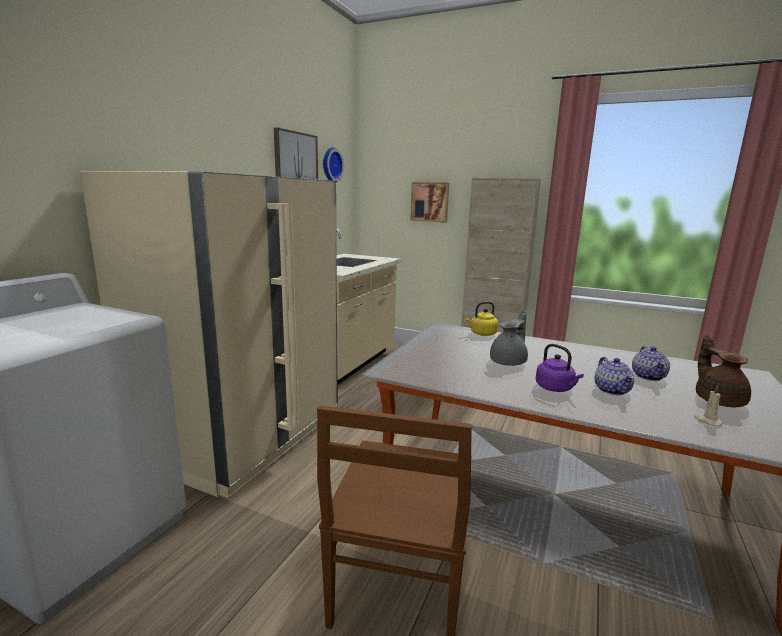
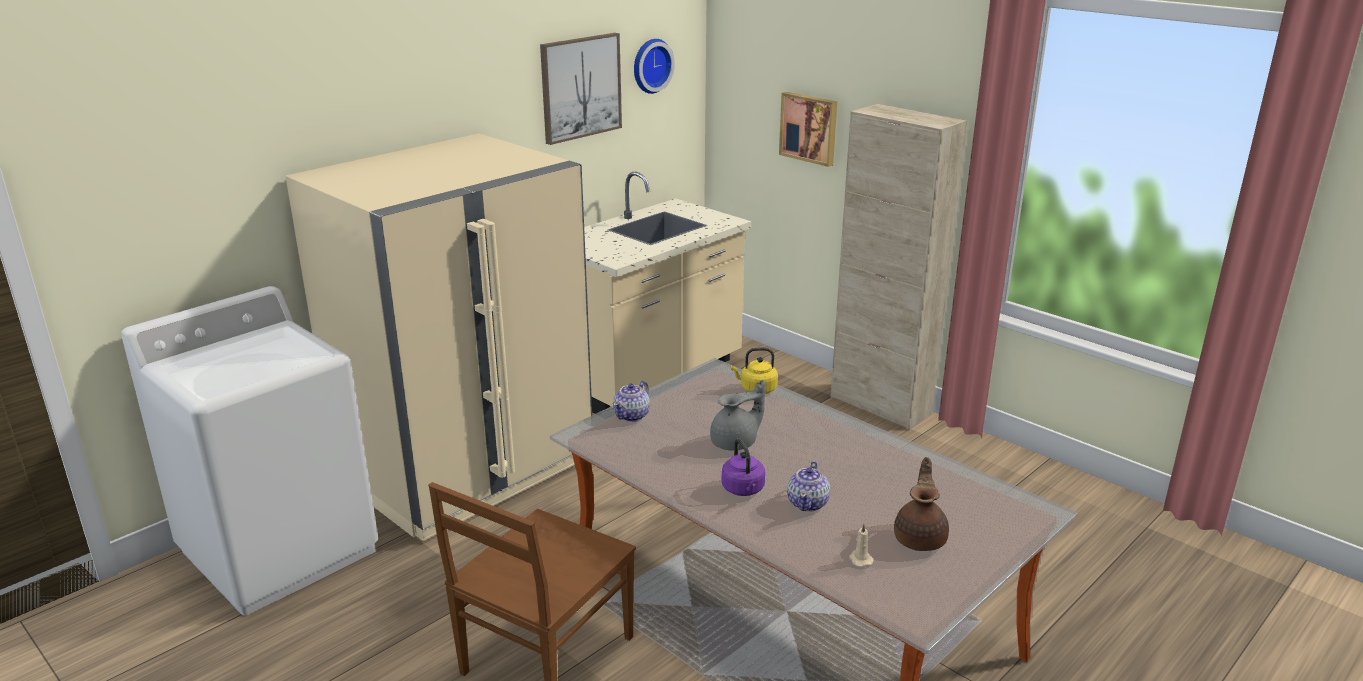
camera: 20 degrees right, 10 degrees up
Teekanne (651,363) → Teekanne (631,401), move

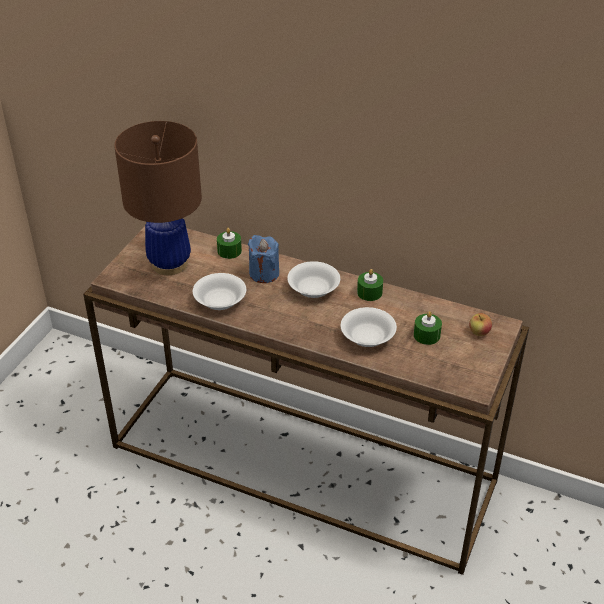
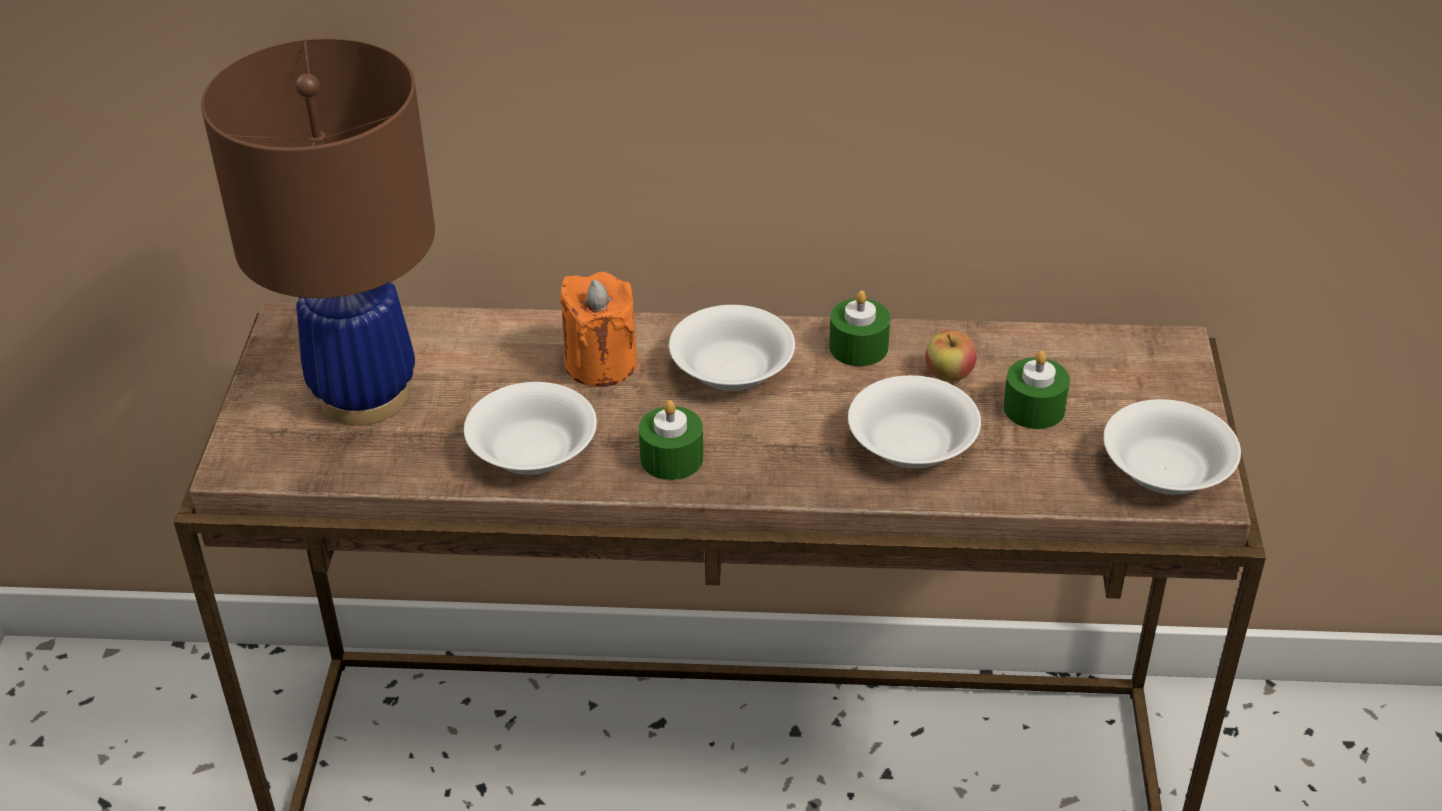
camera: 20 degrees left, 0 degrees up
Kerze [grün] (229,243) → Kerze [grün] (671,440), move
Kerze [blau] (263,259) → Kerze [orange] (598,329)
Apfel (480,324) → Apfel (951,356), move
- → Schüssel [weiß] (1172,447)

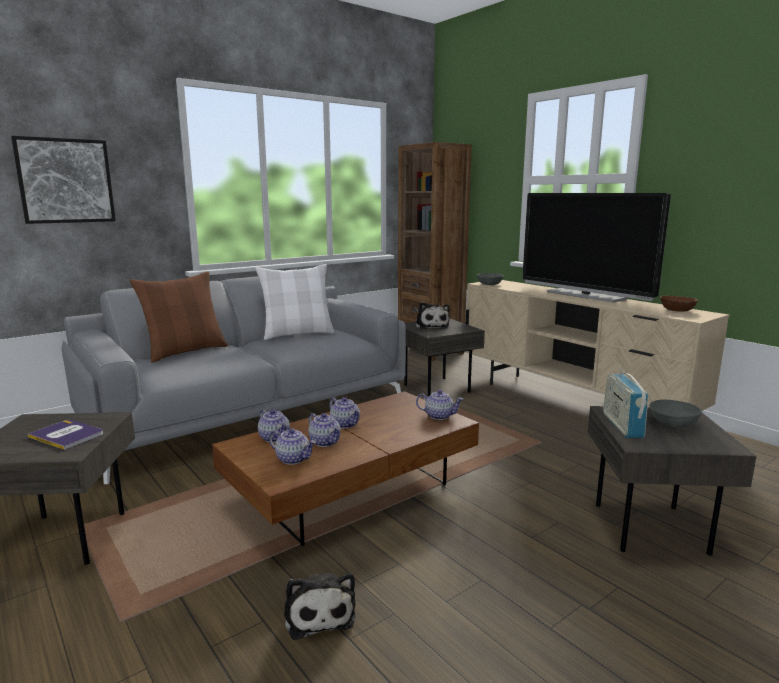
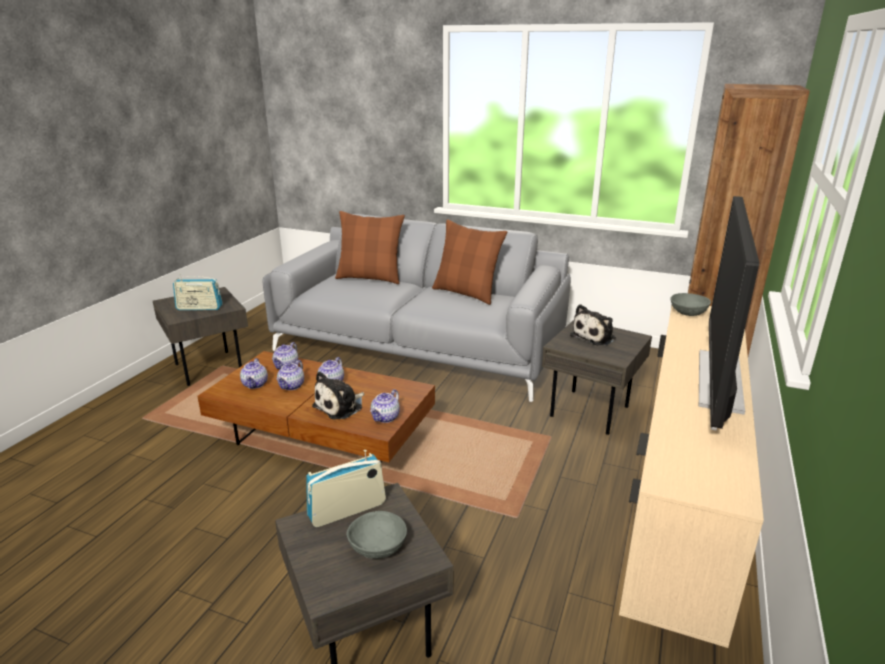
camera: 60 degrees right, 10 degrees up
Bild (63,180) → -
Buch (65,435) → Radio (198,292)
Kissen [weiß] (295,302) → Kissen [braun] (469,262)
Plüschtier (320,606) → Plüschtier (338,395), move
Teekanne (440,405) → Teekanne (385,406), 45 degrees clockwise
Schüssel [braun] (679,304) → -

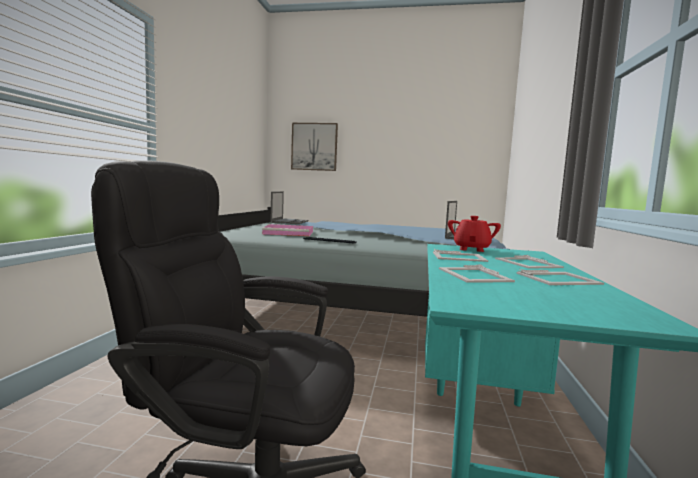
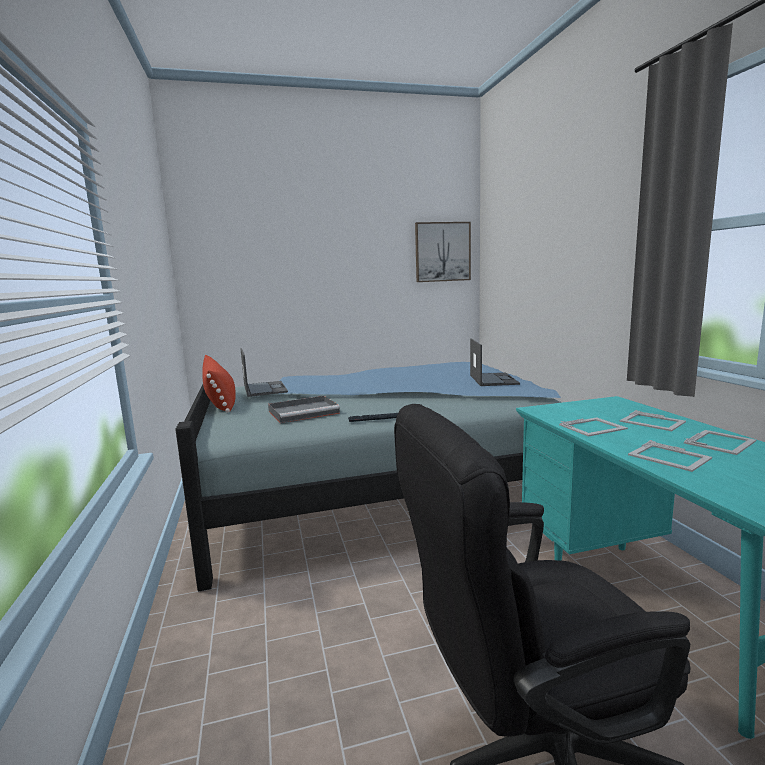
camera: 25 degrees left, 5 degrees up
Tablett [rosa] (287,230) → Tablett [grau] (304,409)
Bild (314,147) → Bild (443,252), move
Teekanne [rot] (474,234) → -
- → Kissen [rot] (219,384)

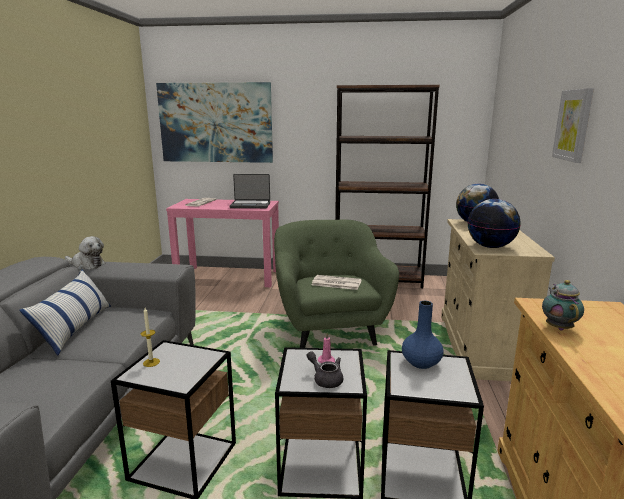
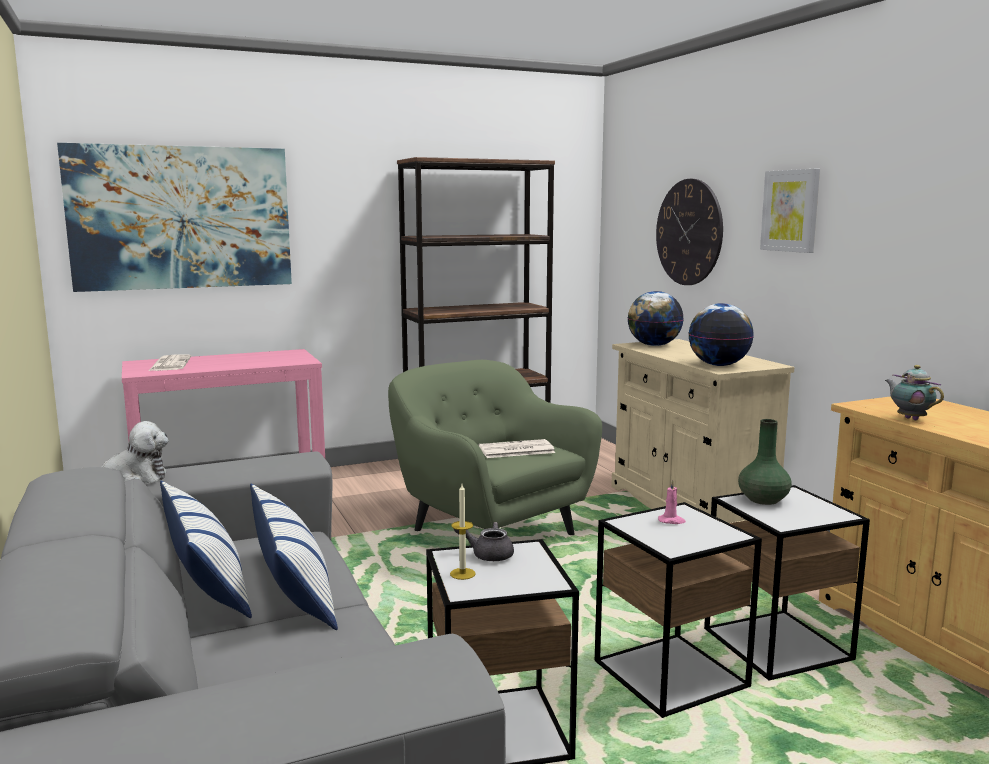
camera: 30 degrees left, 5 degrees down
Laptop (249,191) → -
Teekanne [grau] (325,369) → Teekanne [grau] (484,541), move
Vase [blau] (422,335) → Vase [grün] (765,462)
- → Kissen (294,557)
- → Wanduhr (689,232)

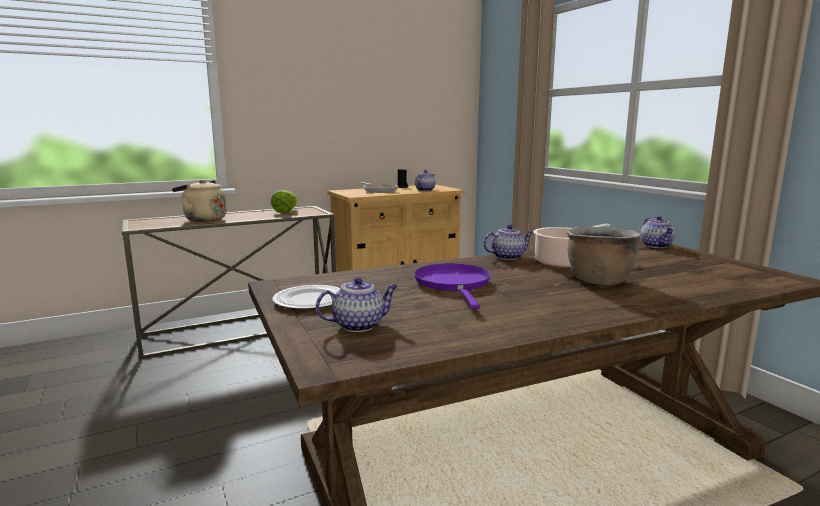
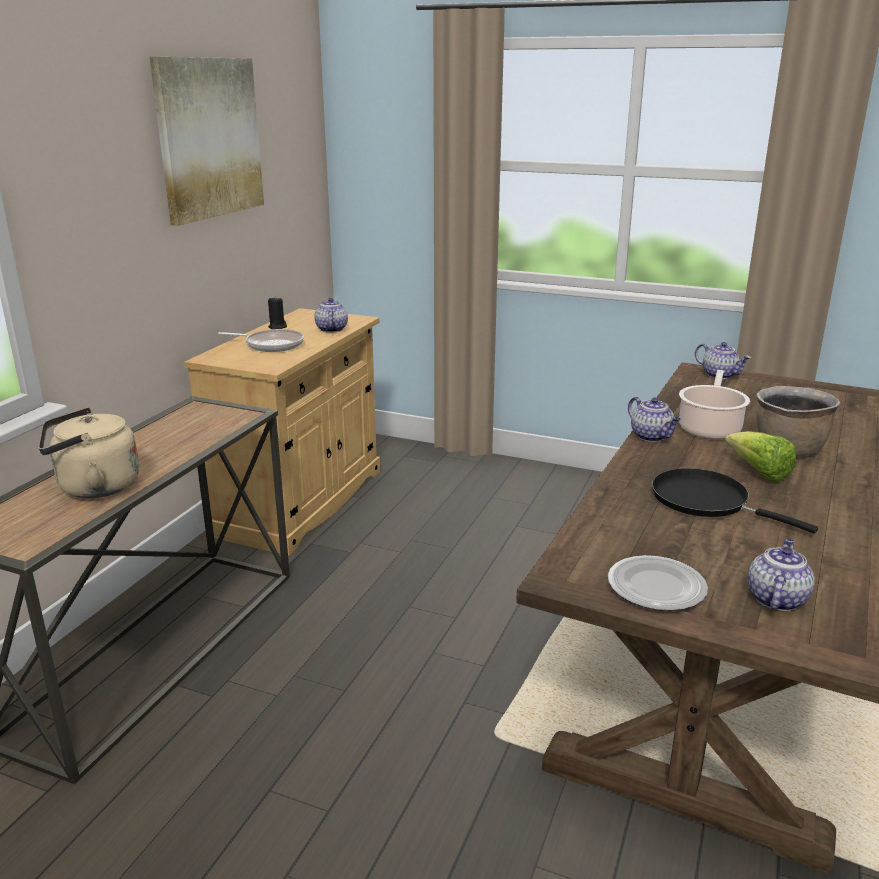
camera: 40 degrees left, 10 degrees up
Salatkopf (284,201) → Salatkopf (760,456), move
Pfanne [lila] (452,286) → Pfanne [schwarz] (735,500)
Teekanne (508,242) → Teekanne (654,419), 120 degrees clockwise
- → Bild (206,141)

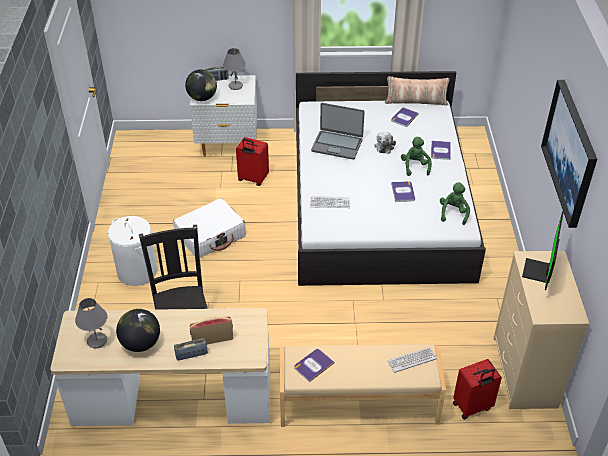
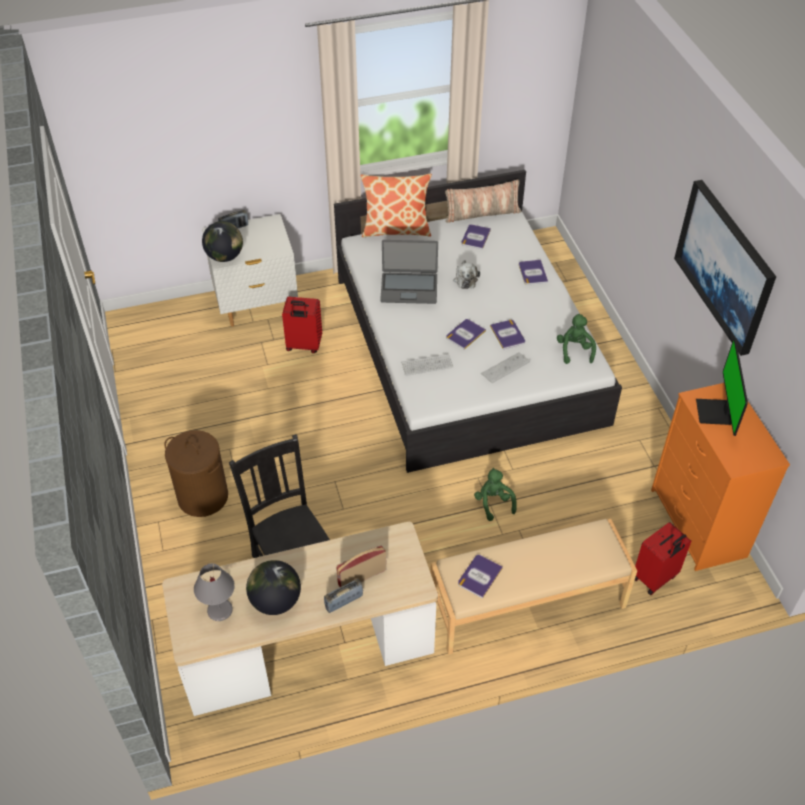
camera: 15 degrees left, 5 degrees up
Wäschekorb [weiß] (132,251) → Wäschekorb [braun] (196,473)
Koffer [weiß] (209,228) → -
Tischlampe [grau] (234,69) → -
Tastatur (412,360) → Tastatur (505,367), move
Plüschtier [grün] (416,156) → Plüschtier [grün] (495,494), move
Kommode [beige] (541,330) → Kommode [orange] (720,477)
- → Kissen (396,205)
- → Buch (466,334)

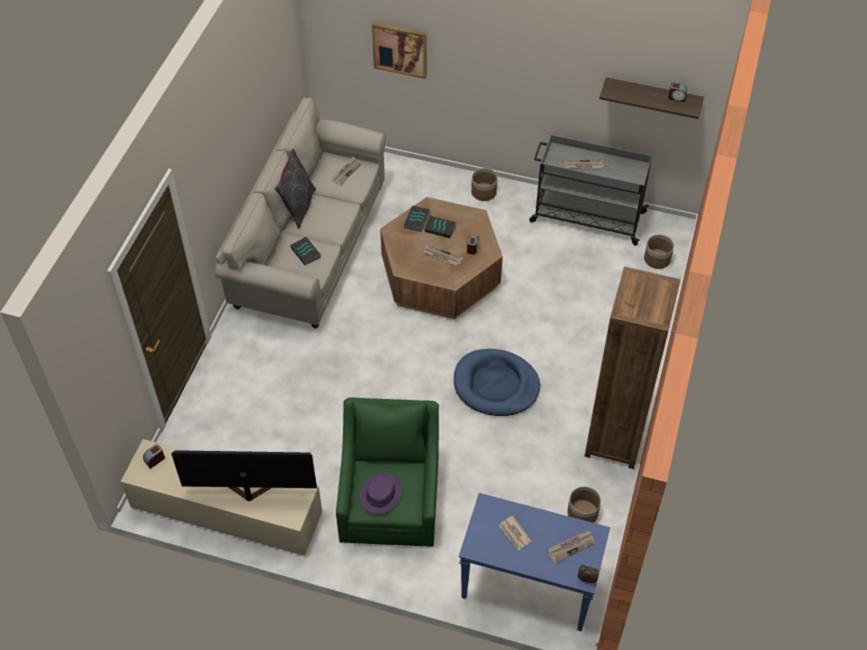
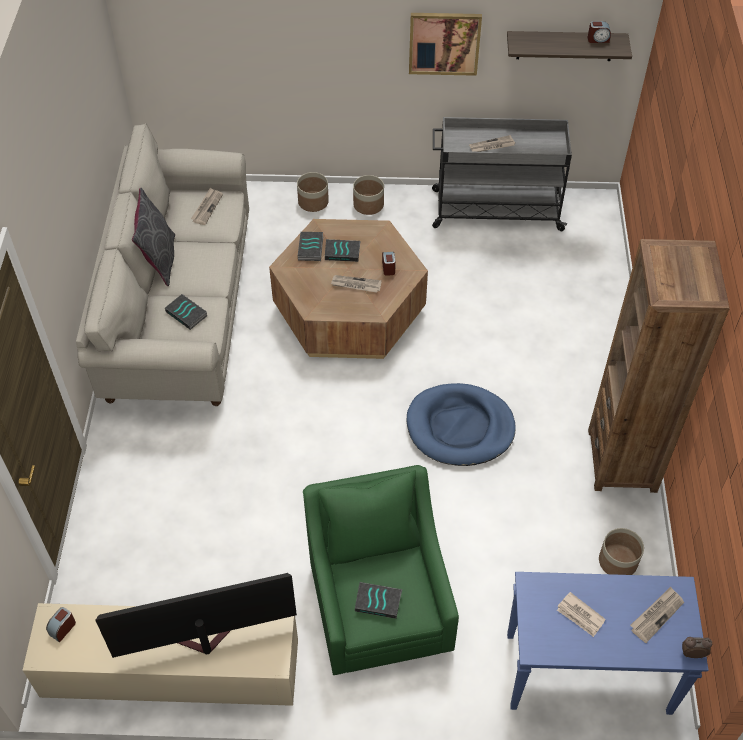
camera: 15 degrees left, 0 degrees up
Hut [lila] (380,493) → Buch (378,600)
Bild (399,51) → Bild (445,44), move
Pflanzkübel (659,251) → Pflanzkübel (313,192), move

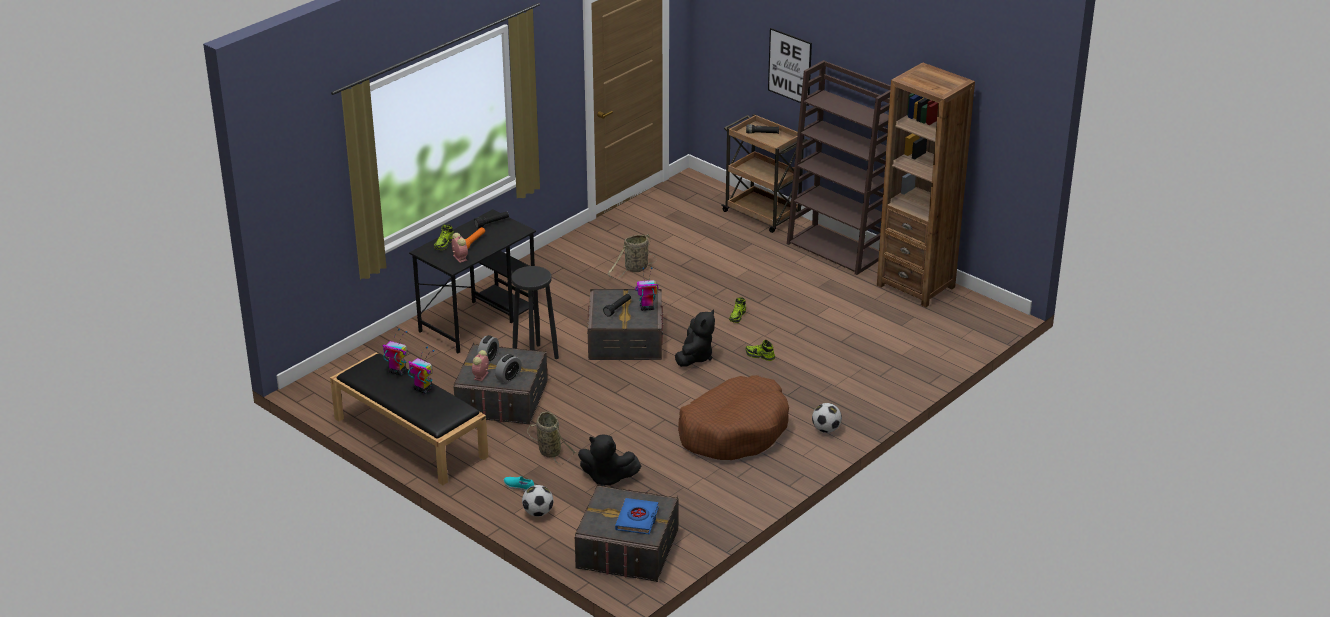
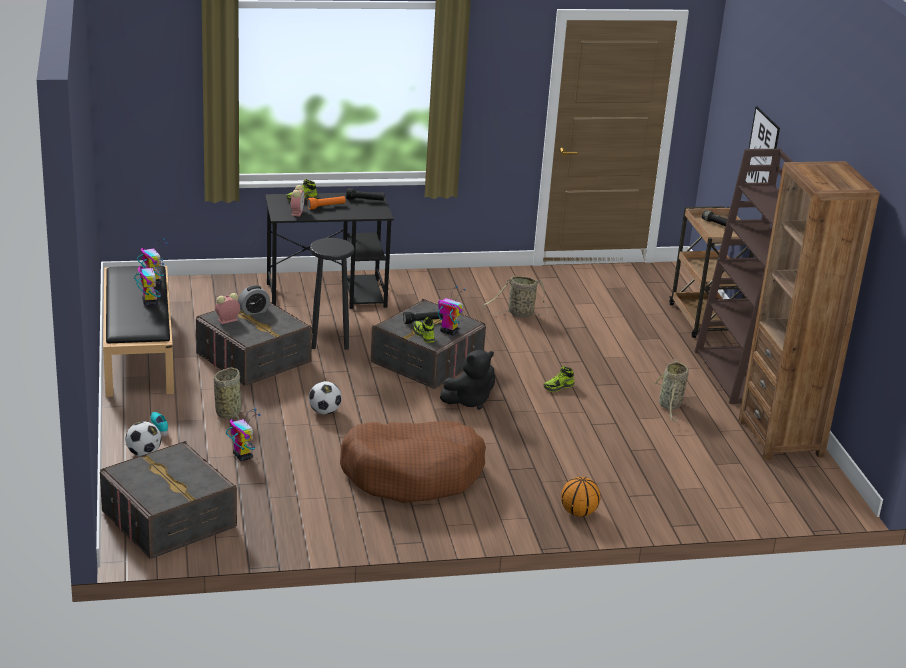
camera: 35 degrees right, 5 degrees down
Wecker (508,369) → -
Plüschtier [schwarz] (609,460) → Spielzeugroboter (243,434)
Buch [blau] (637,516) → -
Schuh (760,350) → Schuh (424,330), move
Fußball (827,418) → Fußball (325,397), move
- → Basketball (581,497)
- → Korb (671,390)

